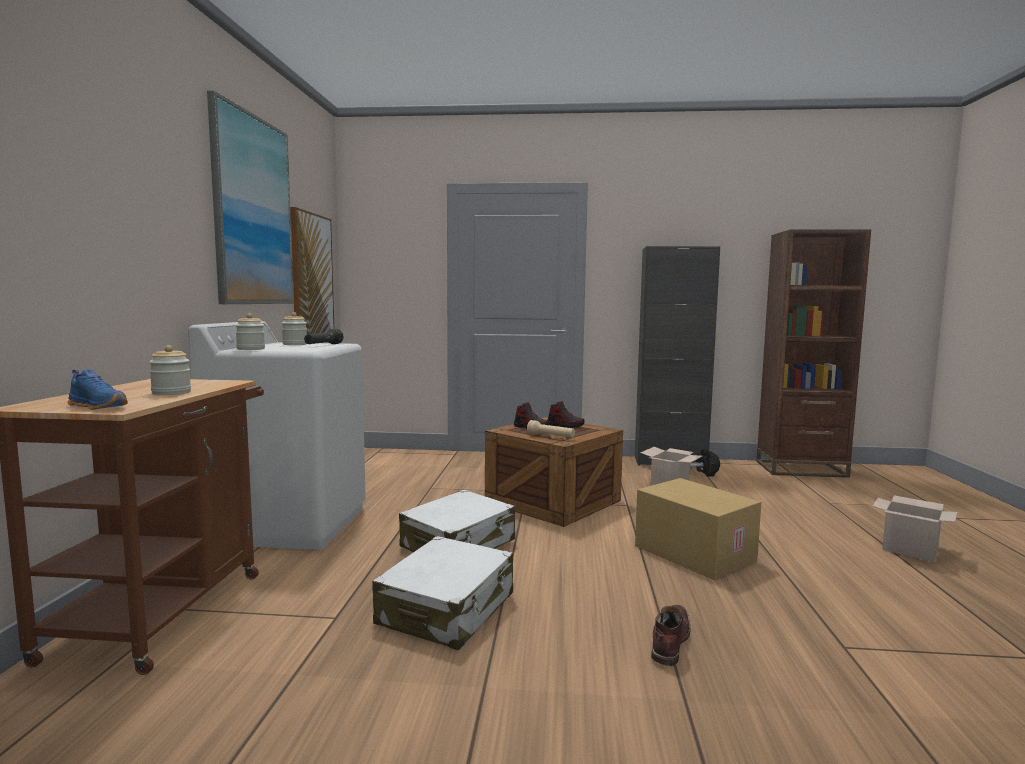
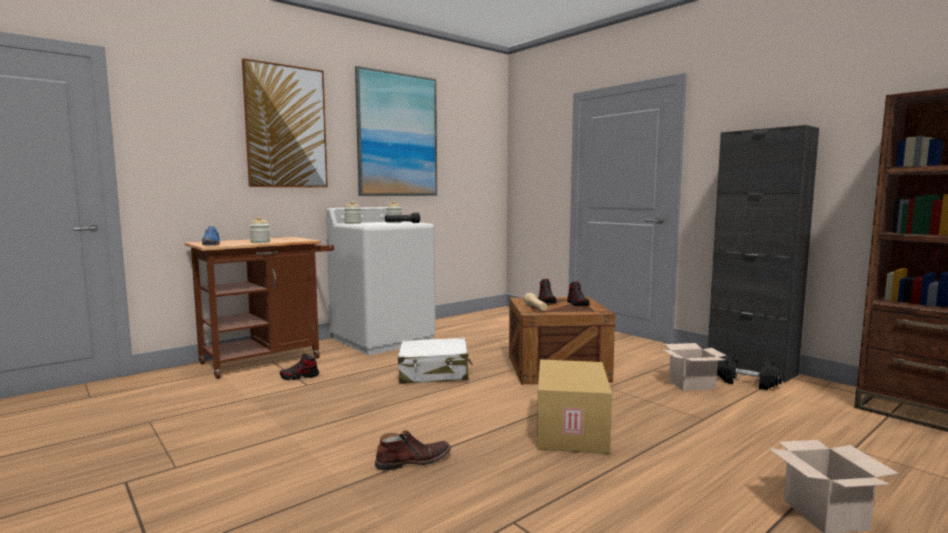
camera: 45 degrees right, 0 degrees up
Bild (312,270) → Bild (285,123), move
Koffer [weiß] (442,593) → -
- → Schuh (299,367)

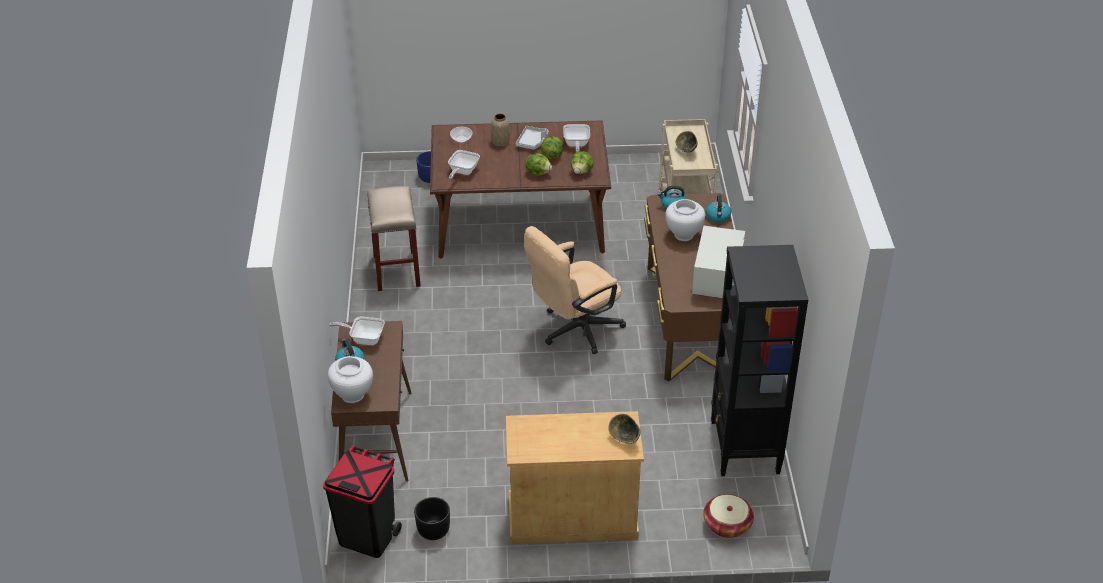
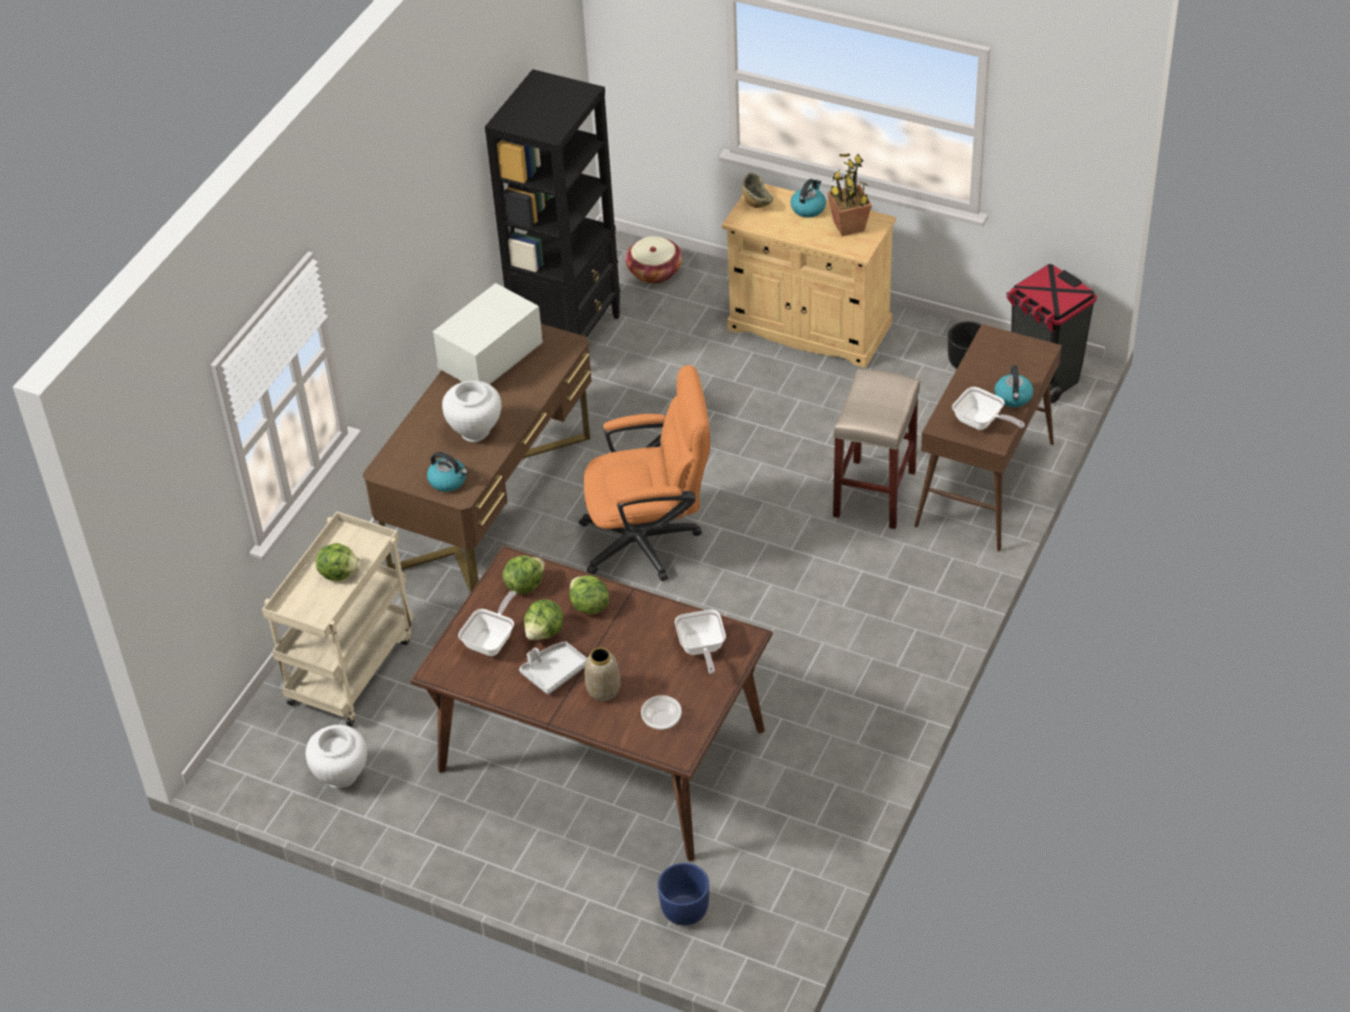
camera: 150 degrees left, 5 degrees up
Vase [weiß] (350,379) → Vase [weiß] (336,756), move
Hocker [beige] (394,238) → Hocker [beige] (876,449), move
Pfanne (464,164) → Pfanne (700,641), 120 degrees clockwise
Bürostuhl [beige] (575,290) → Bürostuhl [orange] (644,473)
Schüssel (687,142) → Salatkopf (338,562)
Wasserkessel (718,209) → Wasserkessel (808,198), move
- → Topfpflanze (849,195)

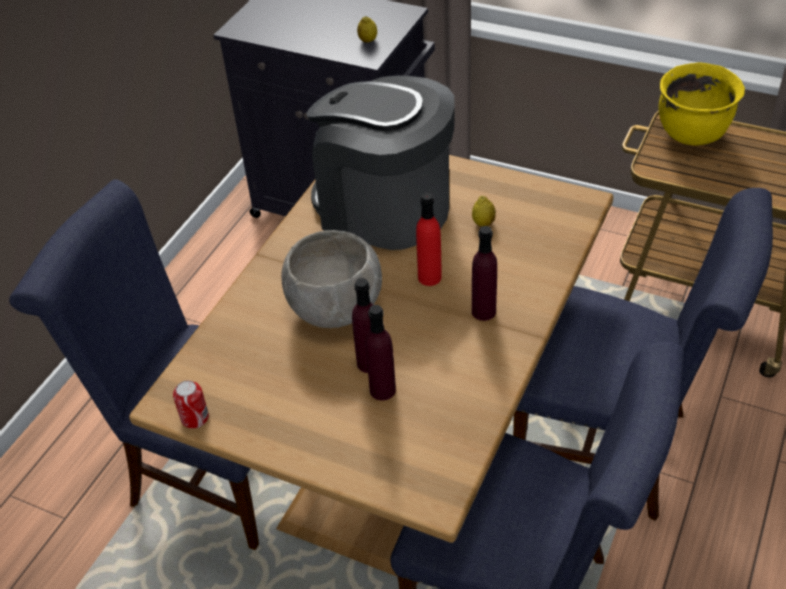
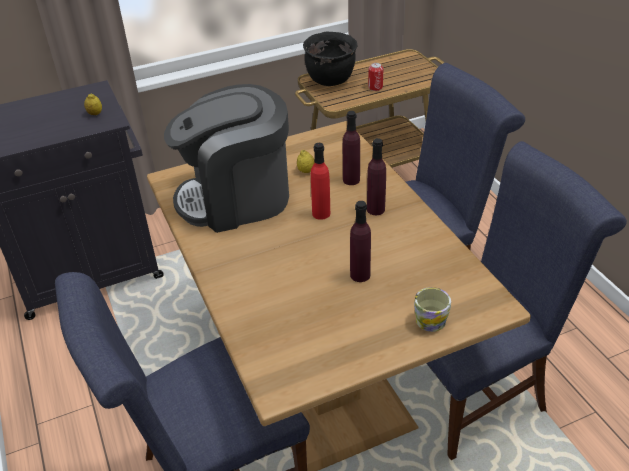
camera: 50 degrees left, 5 degrees down
Dose (191,404) → Dose (375,77), move
Schüssel [grau] (331,279) → -
Flasche [lila] (380,353) → Flasche [lila] (351,148), move
Kochtopf [gelb] (701,103) → Kochtopf [schwarz] (330,59)
- → Henkelbecher (432,309)

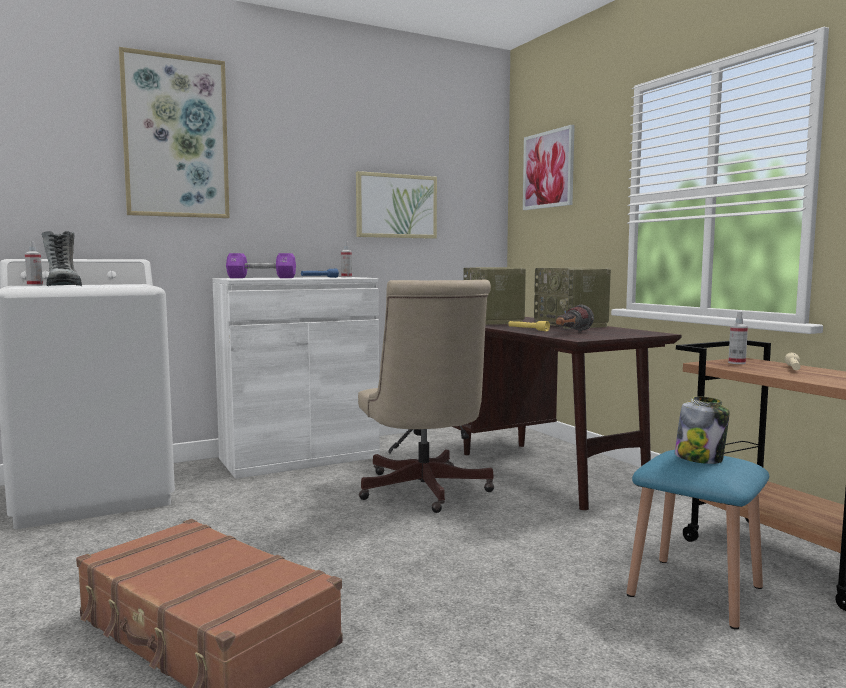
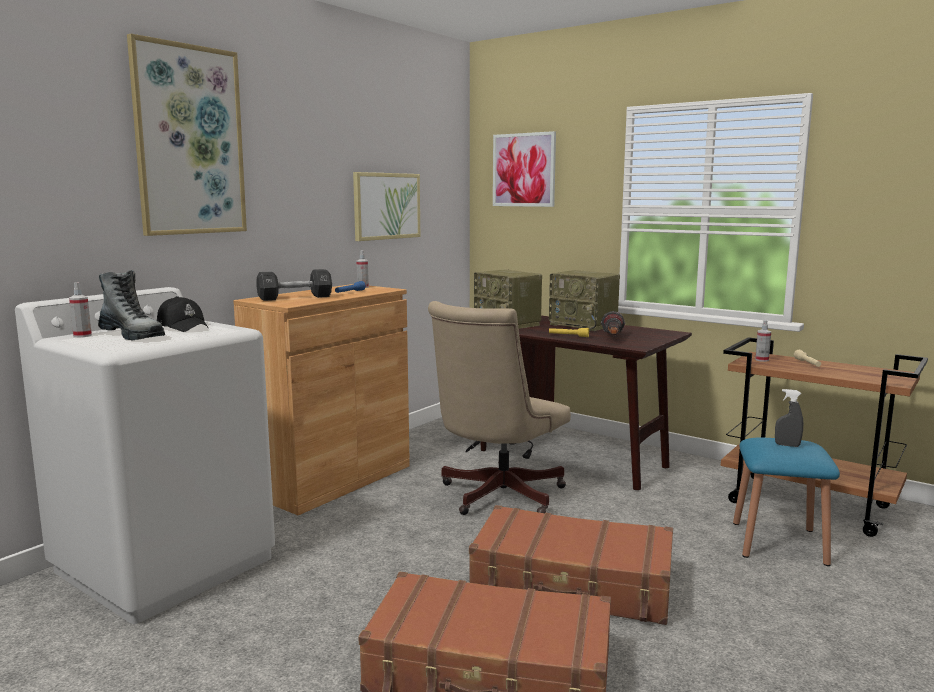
camera: 25 degrees left, 5 degrees up
Schrank [weiß] (296,378) → Schrank [braun] (321,399)
Hantel [lila] (261,265) → Hantel [schwarz] (294,285)
Bürostuhl [beige] (426,396) → Bürostuhl [beige] (499,408), 75 degrees clockwise
Vorratsglas (702,430) → Sprühflasche [grau] (789,418)
- → Kappe [schwarz] (182,314)
- → Koffer [braun] (571,565)

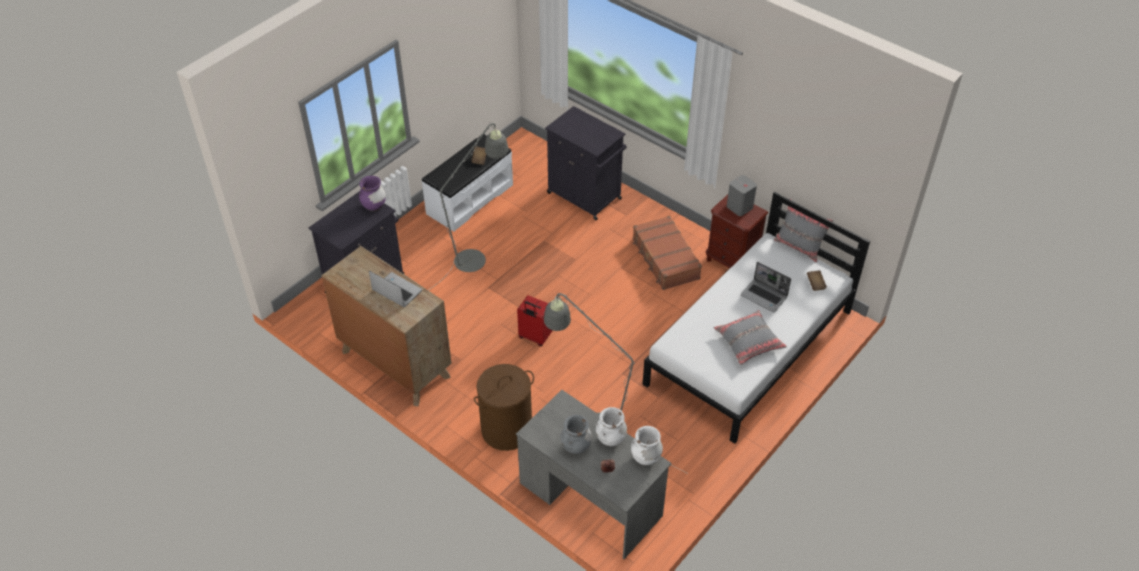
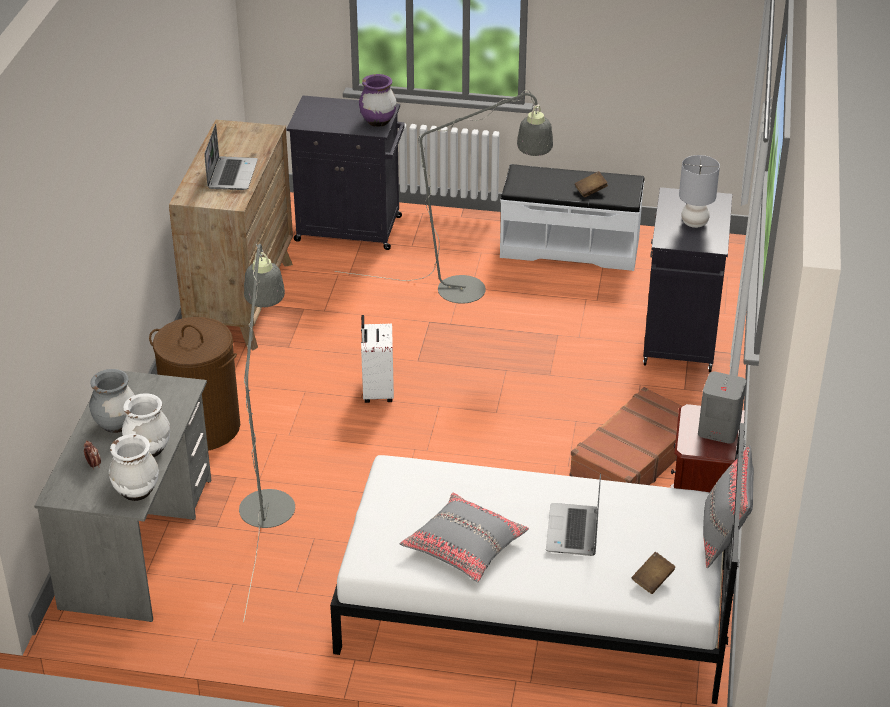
camera: 60 degrees right, 10 degrees down
Koffer [rot] (535,320) → Koffer [weiß] (377,359)
- → Tischlampe [grau] (699,191)

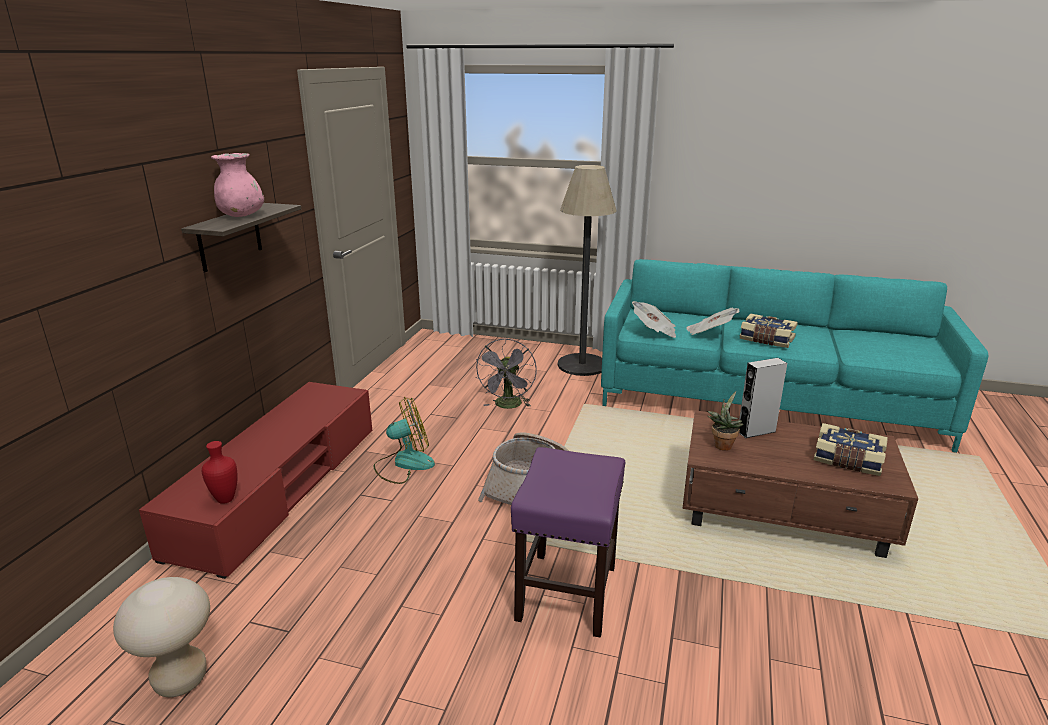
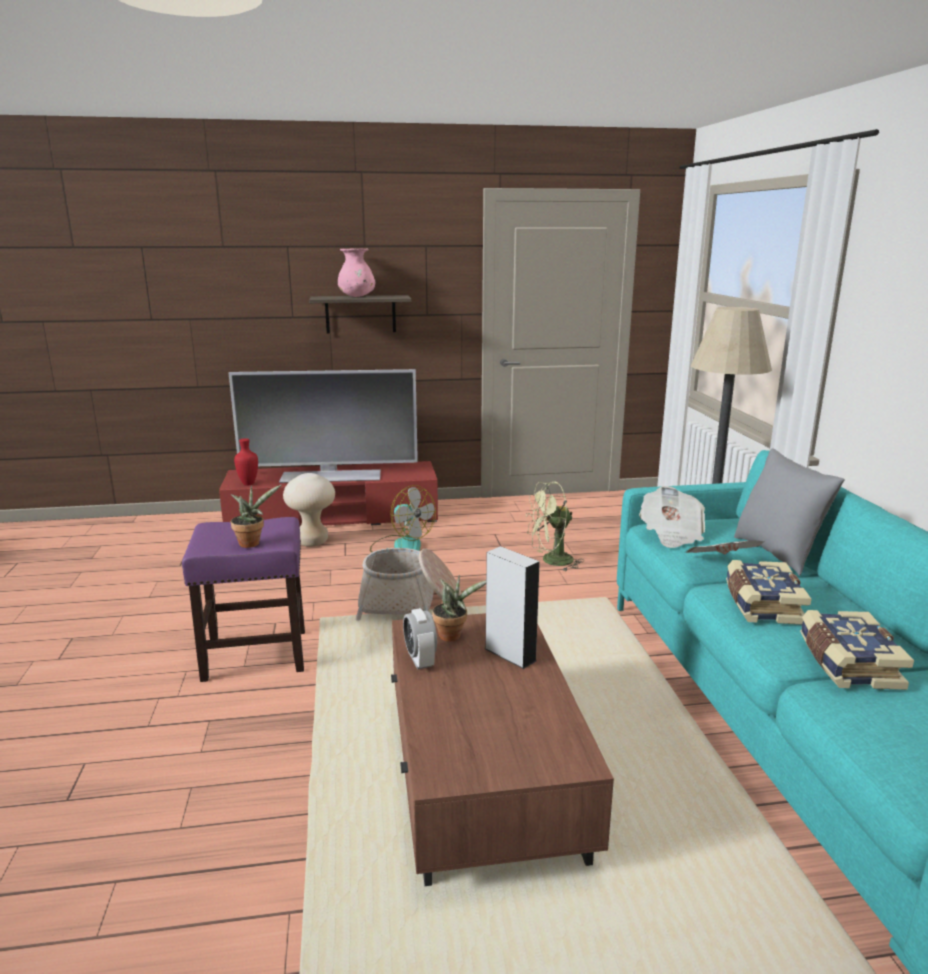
camera: 65 degrees right, 5 degrees down
Hocker [beige] (161,637) → Hocker [beige] (309,510), move
Ventilator [grau] (506,373) → Ventilator [grün] (555,526)
Buch (851,449) → Buch (857,650), move
- → Fernseher (323,426)
- → Topfpflanze (256,516)
- → Wecker (420,638)
- → Kissen [grau] (789,512)

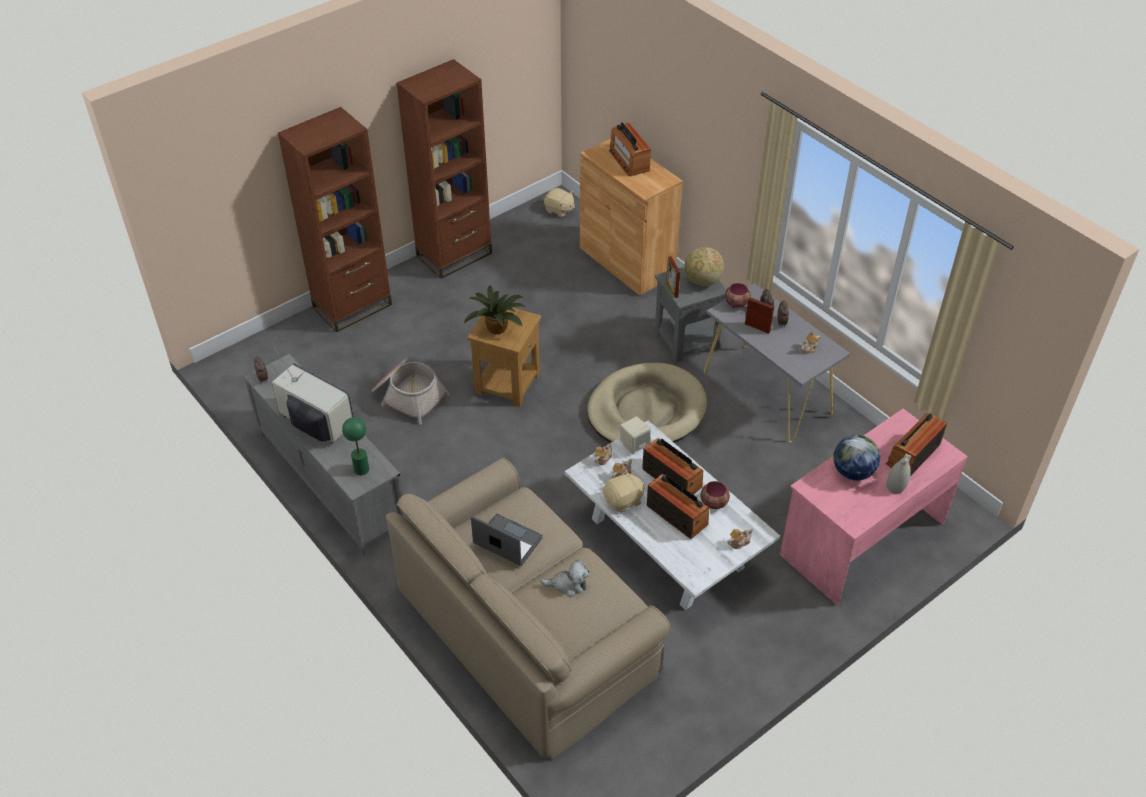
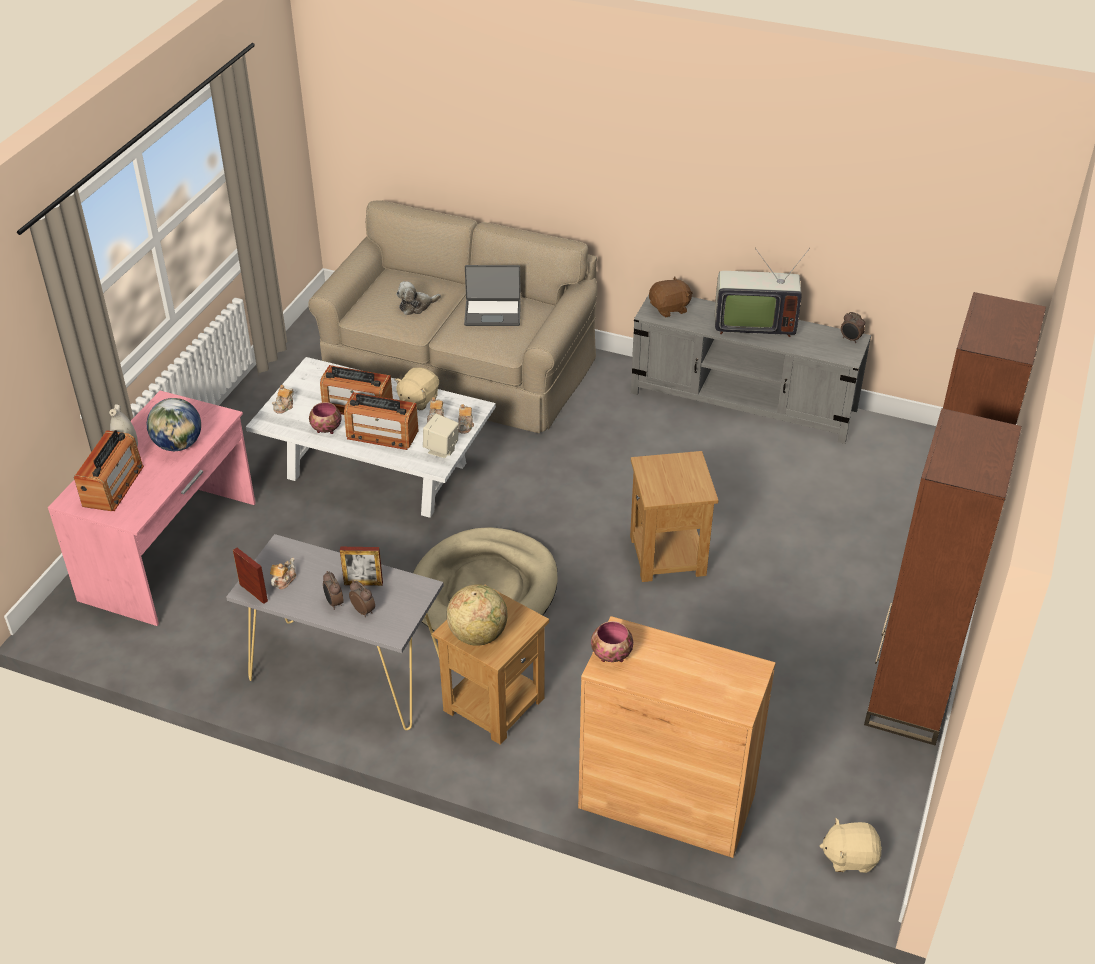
camera: 150 degrees right, 5 degrees down
Tischlampe [grün] (355,446) → Plüschtier [braun] (671,296)
Korb (410,391) → -
Topfpflanze (495,309) → -
Radio (630,149) → -
Beistelltisch [grau] (690,314) → Beistelltisch [braun] (490,664)
Bilderrahmen (673,277) → Bilderrahmen (250,576), move
Schüssel (738,295) → Schüssel (612,641), move

